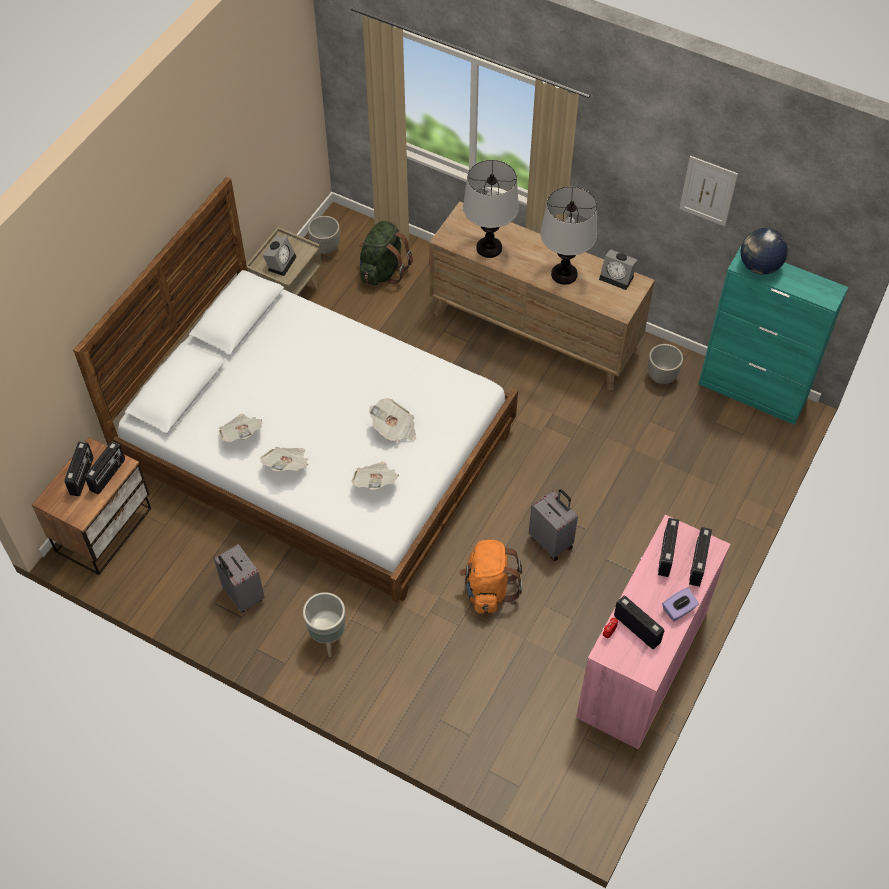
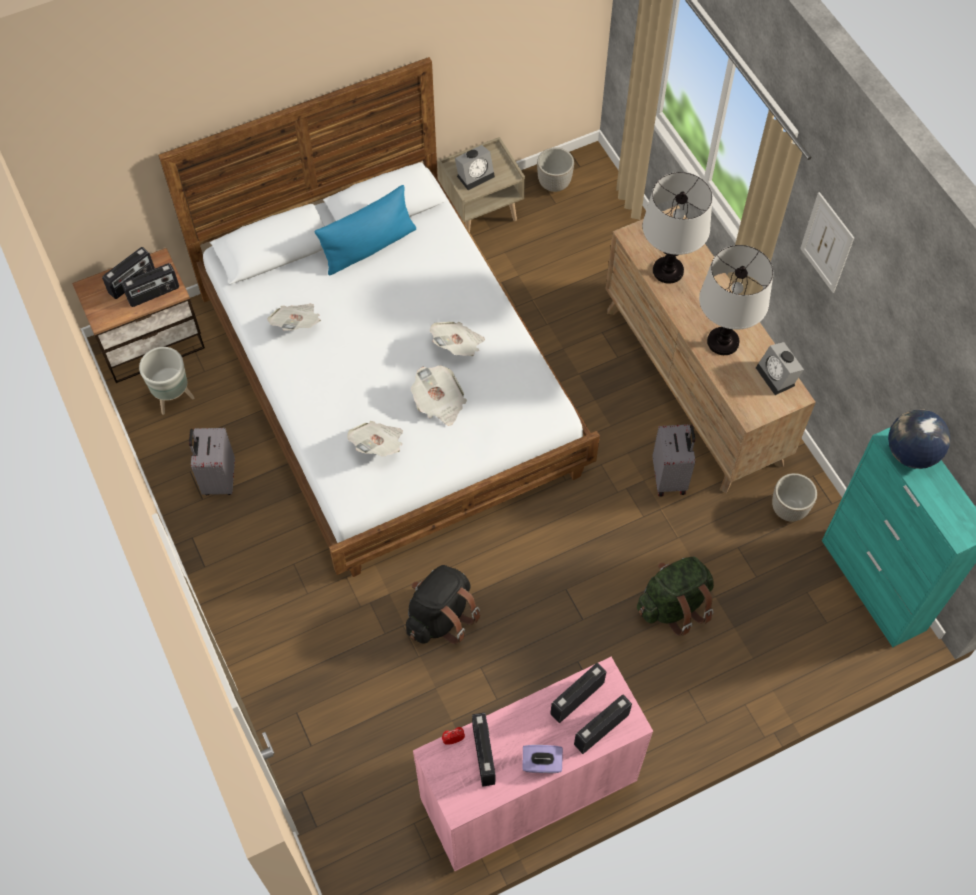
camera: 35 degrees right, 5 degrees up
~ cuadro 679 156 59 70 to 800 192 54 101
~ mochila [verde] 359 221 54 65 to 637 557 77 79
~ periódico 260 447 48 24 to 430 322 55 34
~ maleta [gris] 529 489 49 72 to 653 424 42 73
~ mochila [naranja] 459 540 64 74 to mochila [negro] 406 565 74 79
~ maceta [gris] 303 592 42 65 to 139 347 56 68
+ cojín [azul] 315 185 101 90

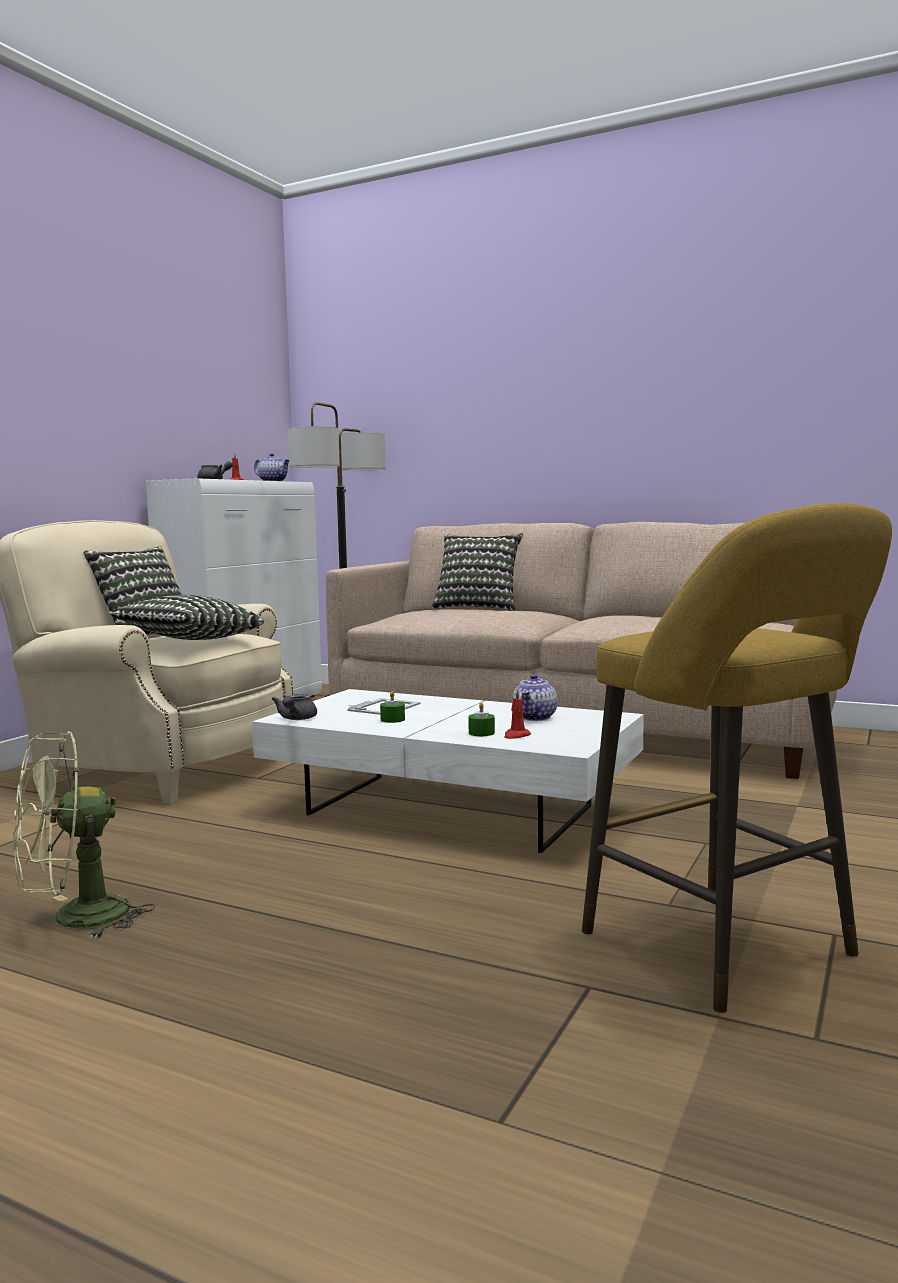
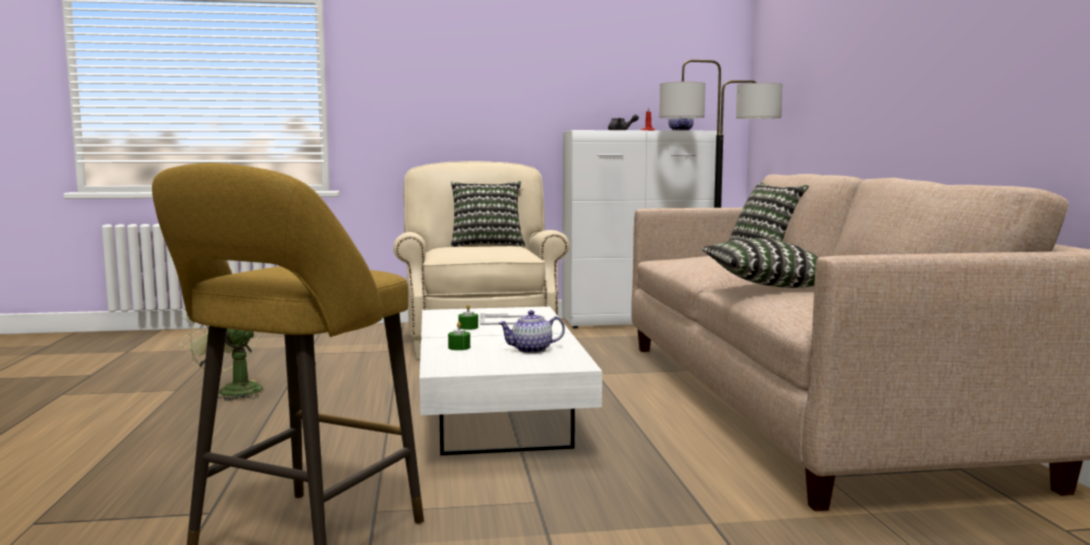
camera: 55 degrees right, 0 degrees up
~ cojín 109 595 155 45 to 702 238 117 50
- vela [rojo] 504 689 27 50
- tetera [gris] 272 694 45 26

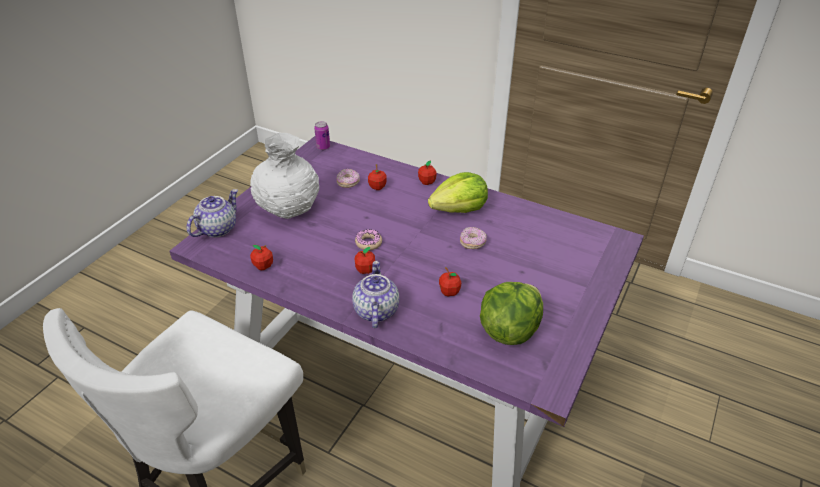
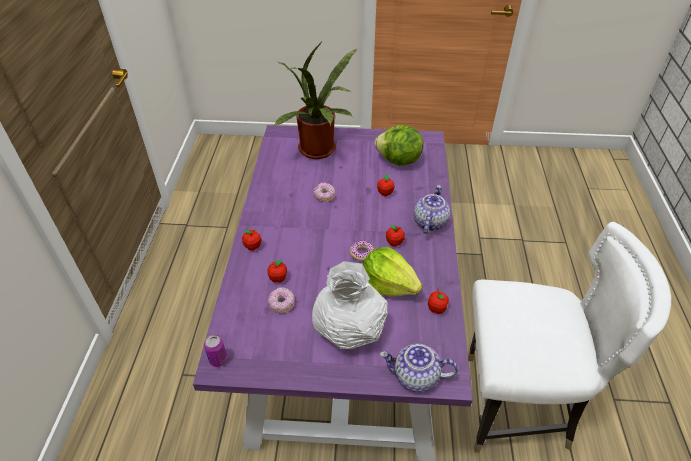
camera: 115 degrees left, 5 degrees up
~ lechuga 428 172 60 41 to 363 247 60 49
~ tetera 352 261 47 67 = 414 185 36 49 135 degrees clockwise
+ planta en maceta 273 43 84 116

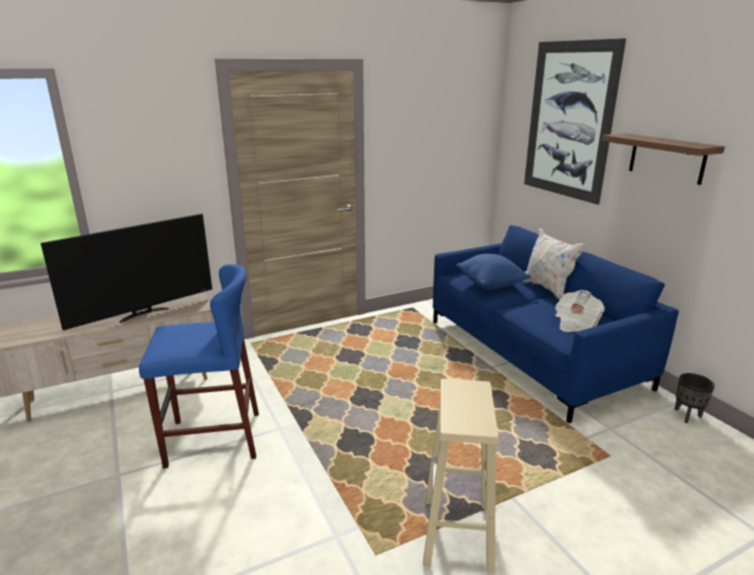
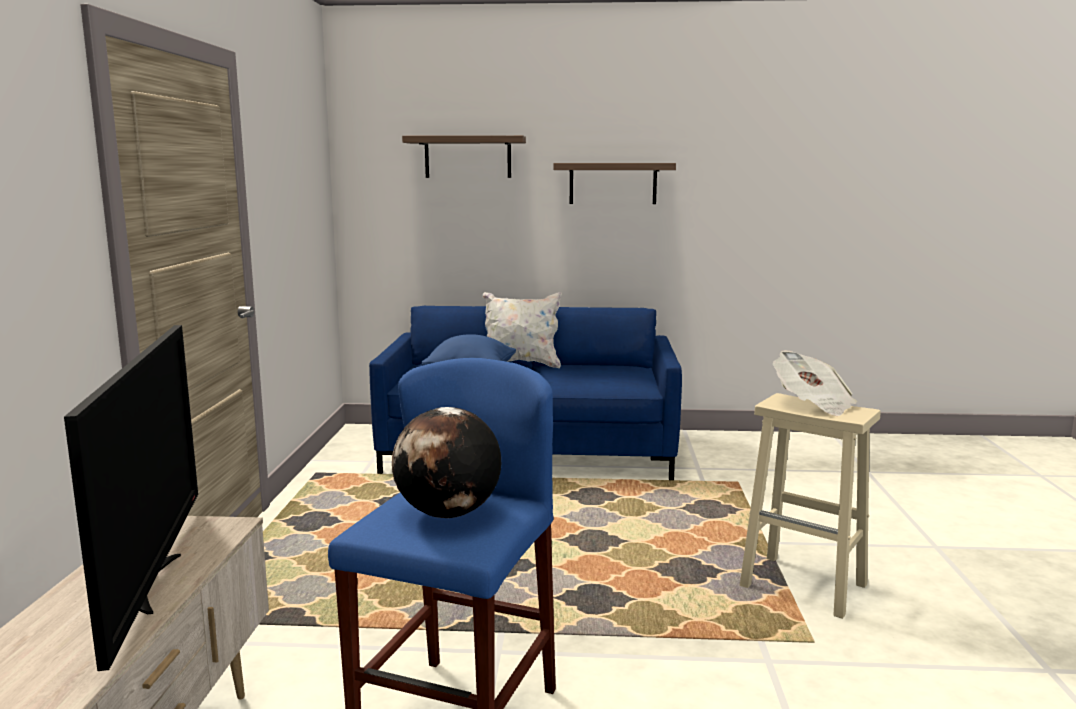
camera: 60 degrees left, 10 degrees down
~ cuadro 524 38 102 167 to estante 402 135 124 43
~ periódico 555 290 50 42 to 773 350 84 66
- maceta [negro] 674 373 41 50
+ globo terráqueo 392 407 109 111

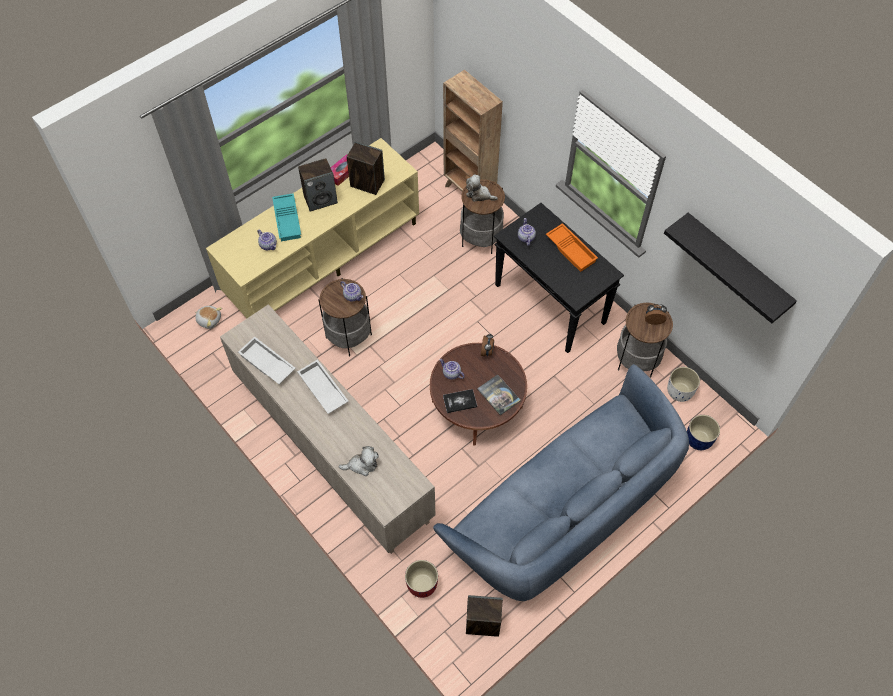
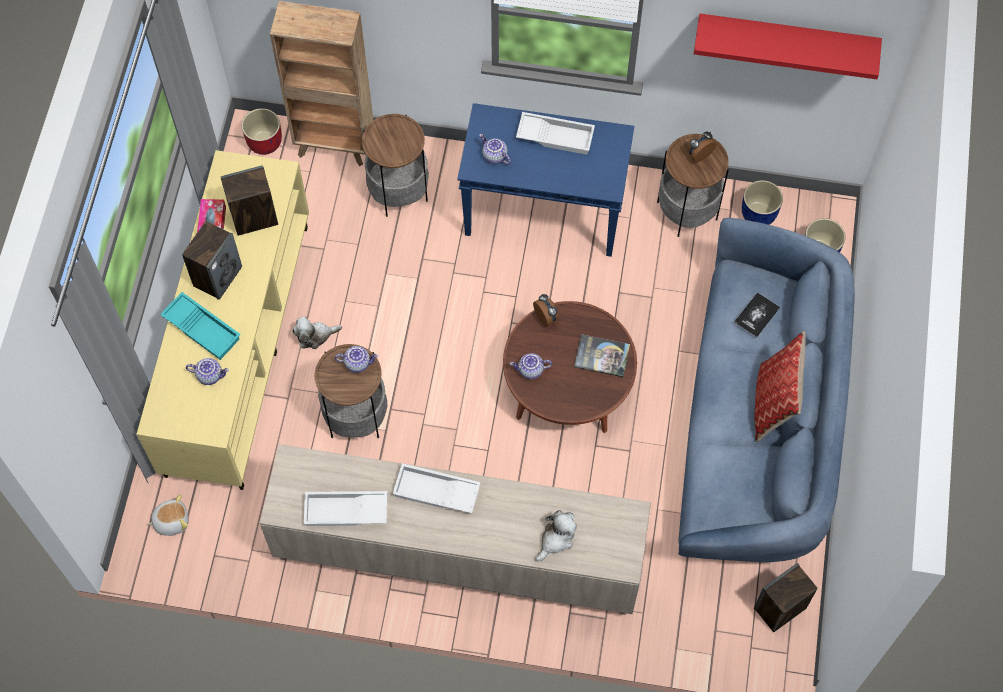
camera: 40 degrees left, 5 degrees up
~ peluche 466 174 32 28 to 292 316 50 33
~ mesa consola [negro] 494 203 130 150 to mesa consola [azul] 457 103 177 154
~ estante [negro] 664 213 133 110 to estante [rojo] 694 14 188 65
~ bandeja [naranja] 546 223 52 49 to bandeja [blanco] 516 112 79 43
~ maceta [blanco] 667 367 33 35 to maceta [azul] 742 180 41 45
~ libro 443 389 34 24 to 734 292 46 46
~ maceta [rojo] 405 560 33 38 to 242 108 40 47
+ cojín 755 331 50 111

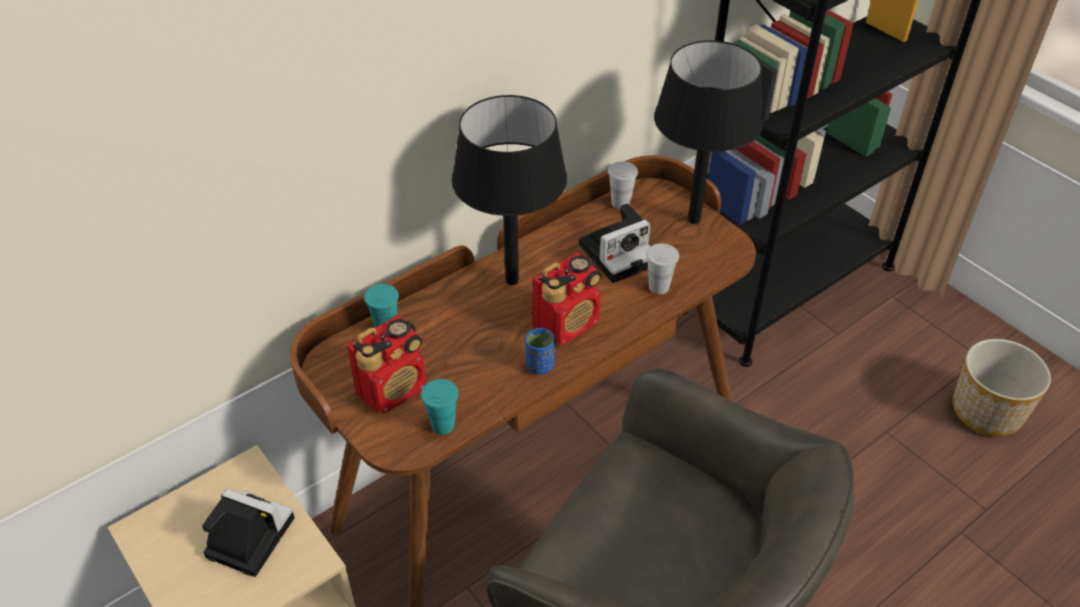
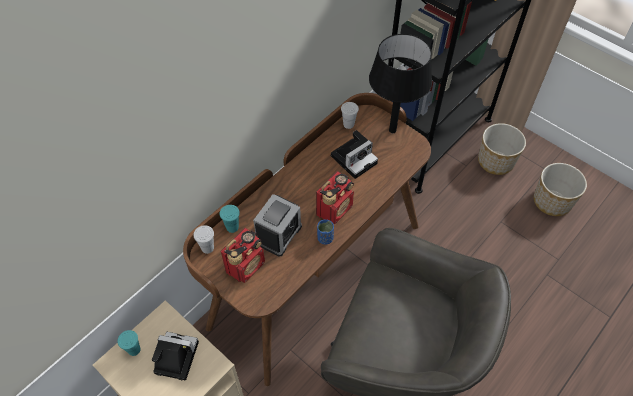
camera: 10 degrees left, 10 degrees up
- lámpara de mesa [negro] 452 95 115 190
~ taza [blanco] 646 243 33 51 to 194 225 20 29
~ taza [turquesa] 421 379 38 56 to 117 330 24 26
+ maceta 478 123 48 52
+ despertador 253 194 49 63

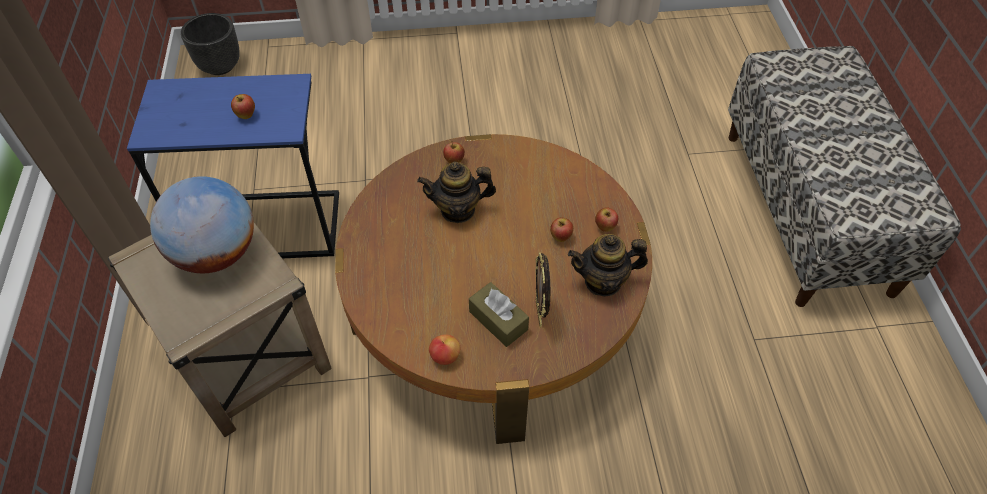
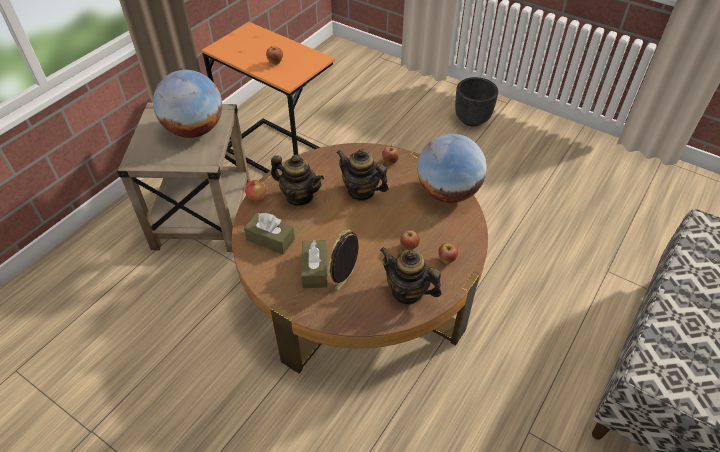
camera: 40 degrees right, 5 degrees down
~ maceta [negro] 181 13 59 62 to 455 77 43 49
~ mesa auxiliar [azul] 127 74 212 184 to mesa auxiliar [naranja] 202 22 133 151
~ manzana 429 334 31 31 to 245 180 22 21
+ globo terráqueo 417 134 70 69
+ tetera 271 155 53 51
+ caja de pañuelos [marrón] 244 213 51 41

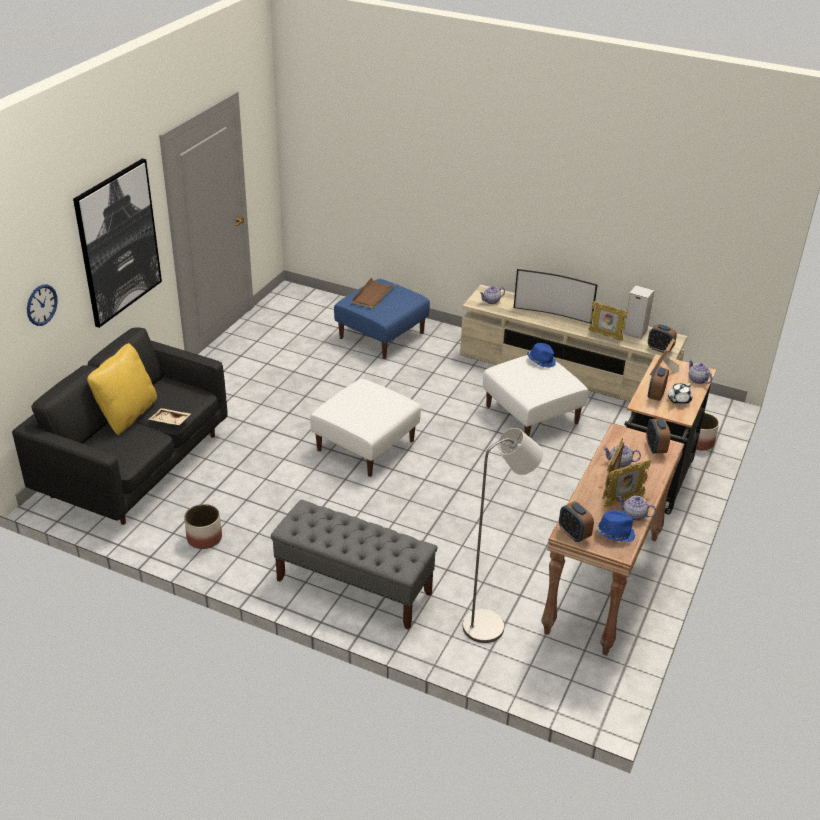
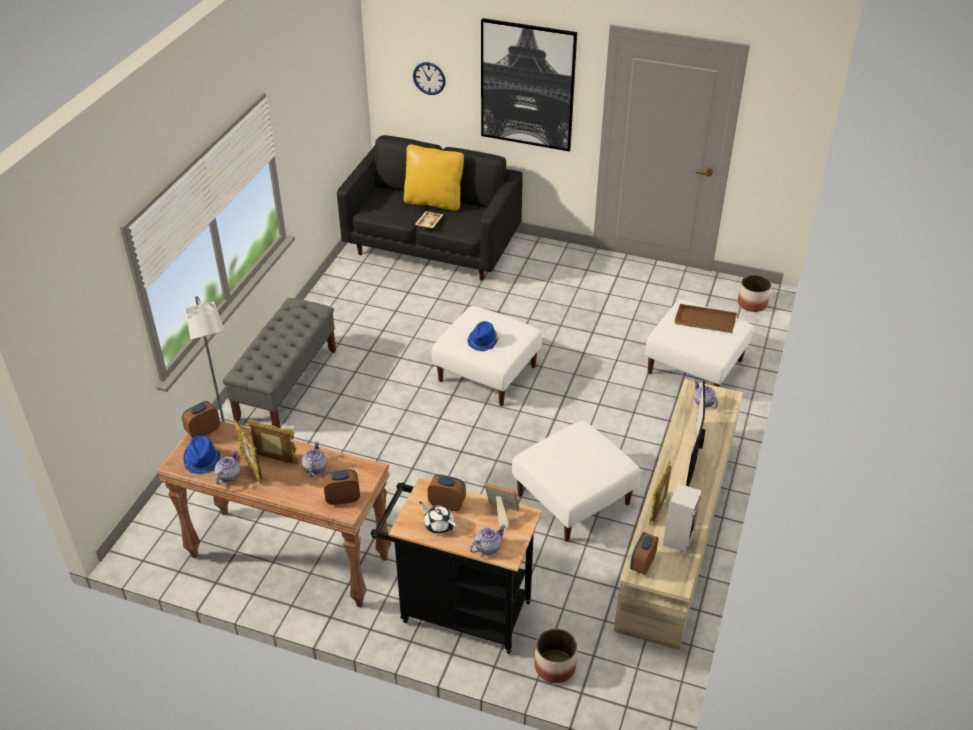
camera: 85 degrees right, 5 degrees up
~ puf [azul] 334 279 96 80 to puf [blanco] 645 299 108 88
~ sombrero [azul] 527 343 29 25 to 467 321 32 30
~ maceta 184 504 38 45 to 738 275 33 37

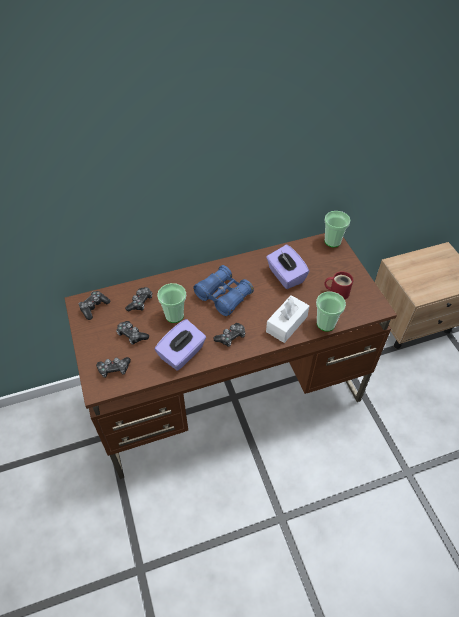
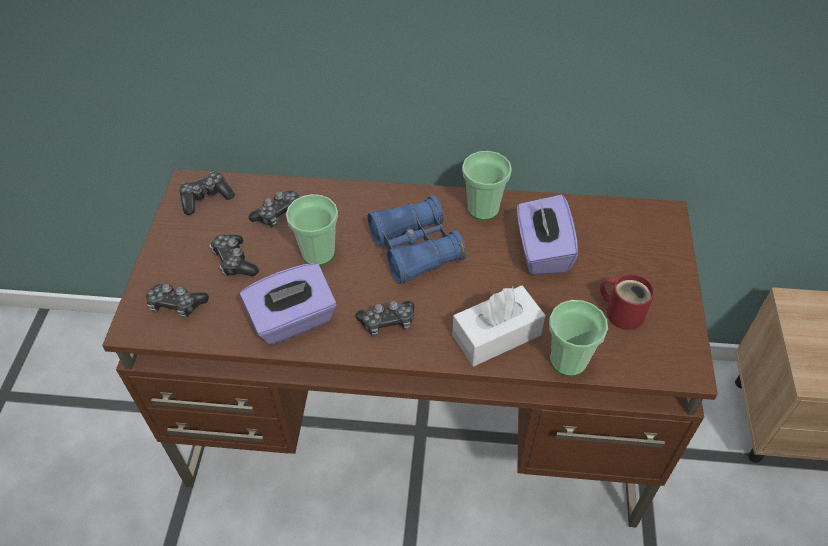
camera: 25 degrees right, 0 degrees up
~ taza 324 211 26 36 to 462 151 50 69

